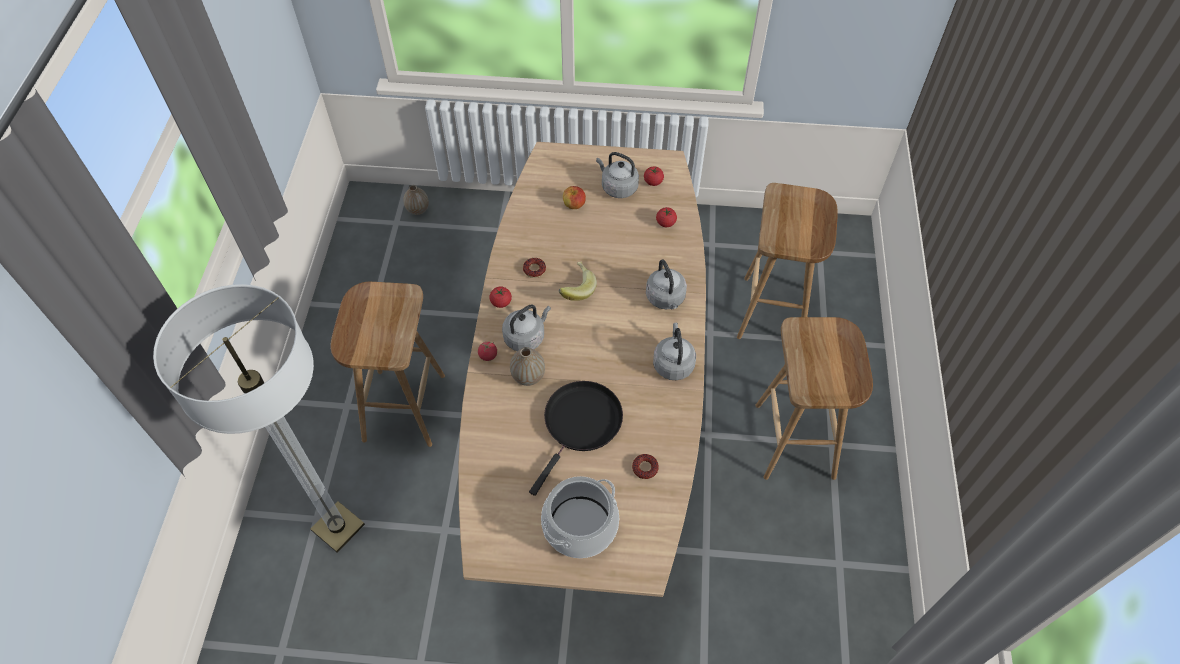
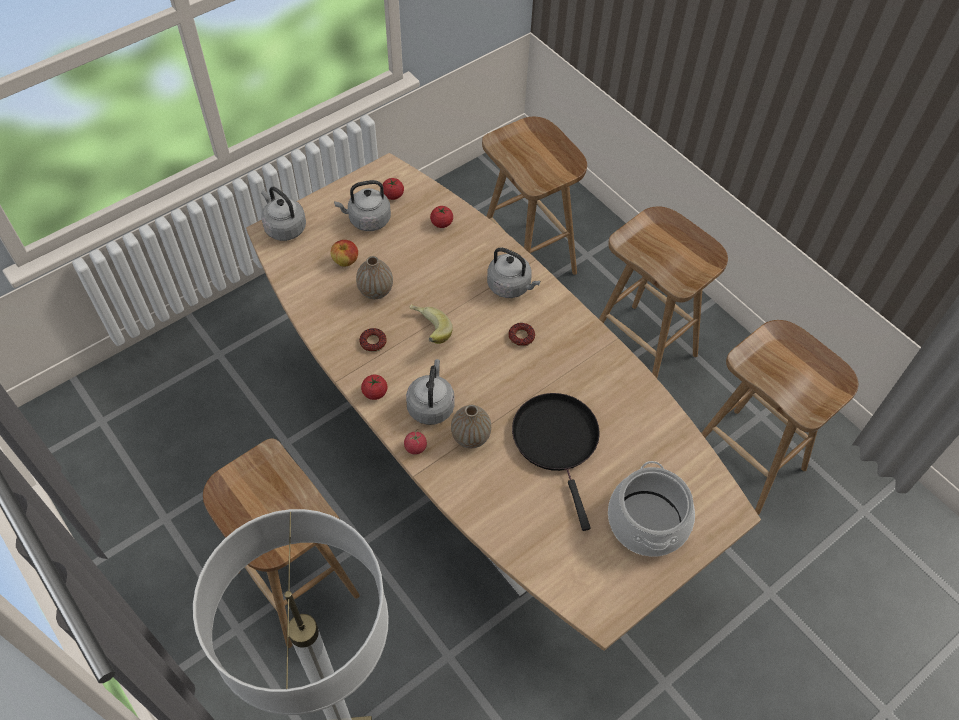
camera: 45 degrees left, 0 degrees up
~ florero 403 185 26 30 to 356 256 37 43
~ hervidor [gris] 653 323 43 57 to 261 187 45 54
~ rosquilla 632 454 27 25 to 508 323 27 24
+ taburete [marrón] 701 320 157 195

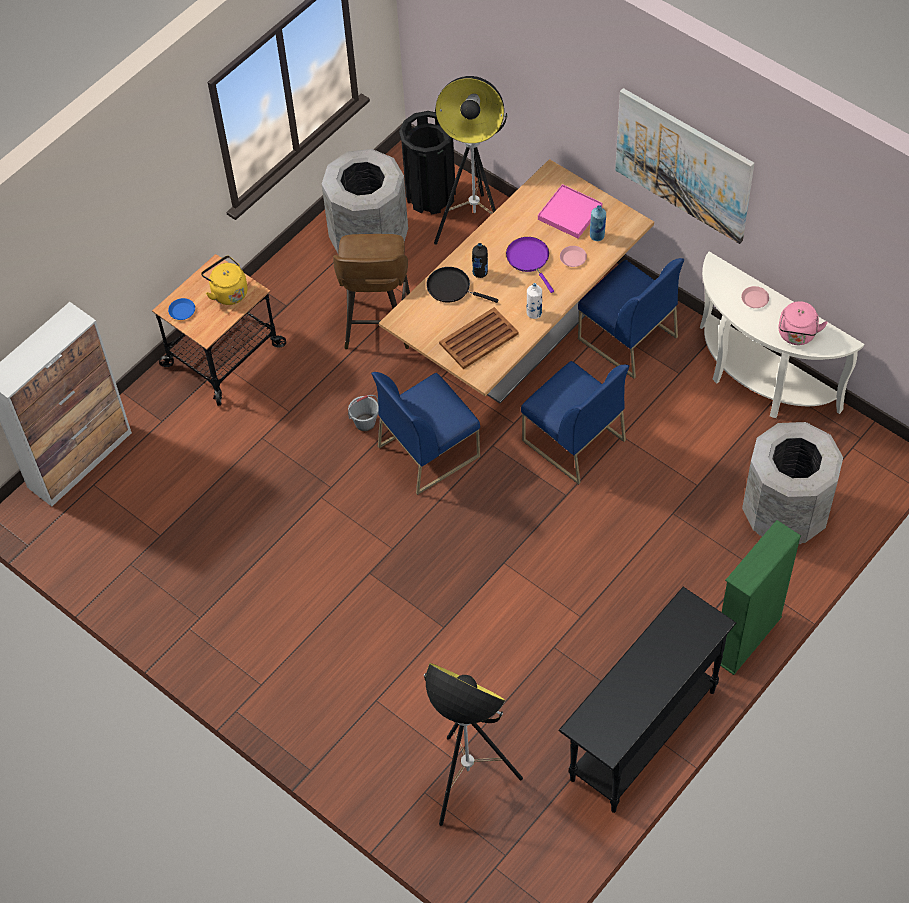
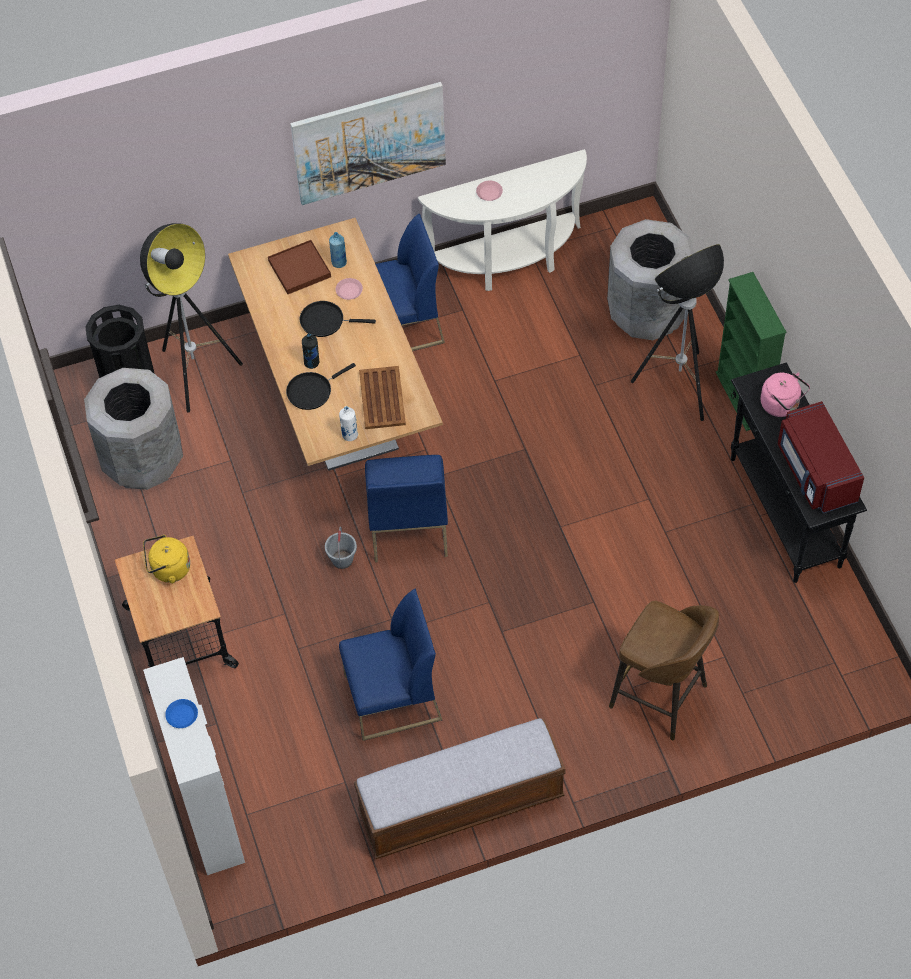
camera: 60 degrees left, 0 degrees up
~ bandeja [rosa] 538 184 64 54 to bandeja [marrón] 268 240 63 54
~ taburete [marrón] 333 234 77 115 to 609 601 110 139
~ sartén [morado] 506 237 48 56 to sartén [negro] 300 301 76 36
~ botella [blanco] 527 283 15 36 to 339 406 19 35
~ plato [azul] 168 298 27 22 to 165 699 33 29
~ hervidor [rosa] 778 301 50 44 to 761 372 49 45
~ silla [azul] 521 361 108 123 to 339 589 103 152
~ lámpara de pie 424 663 99 163 to 631 244 93 177
+ microondas [rojo] 778 401 86 112
+ banco 354 718 212 141

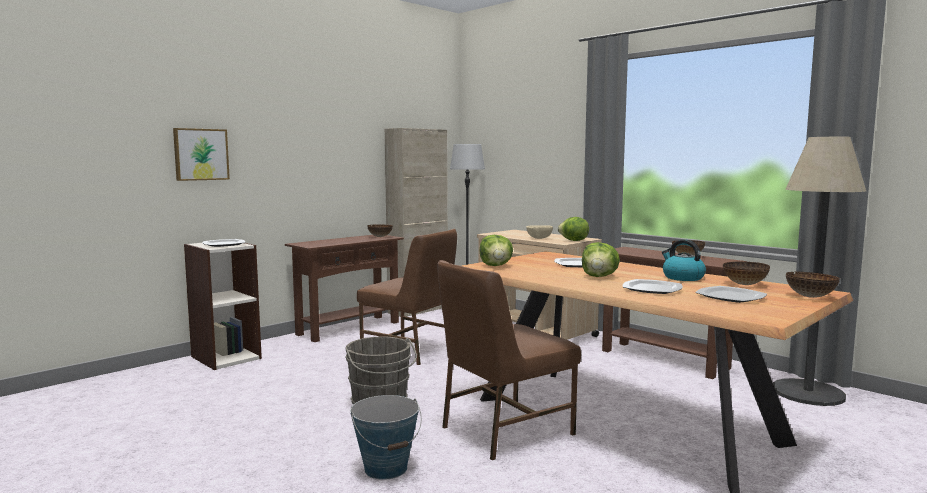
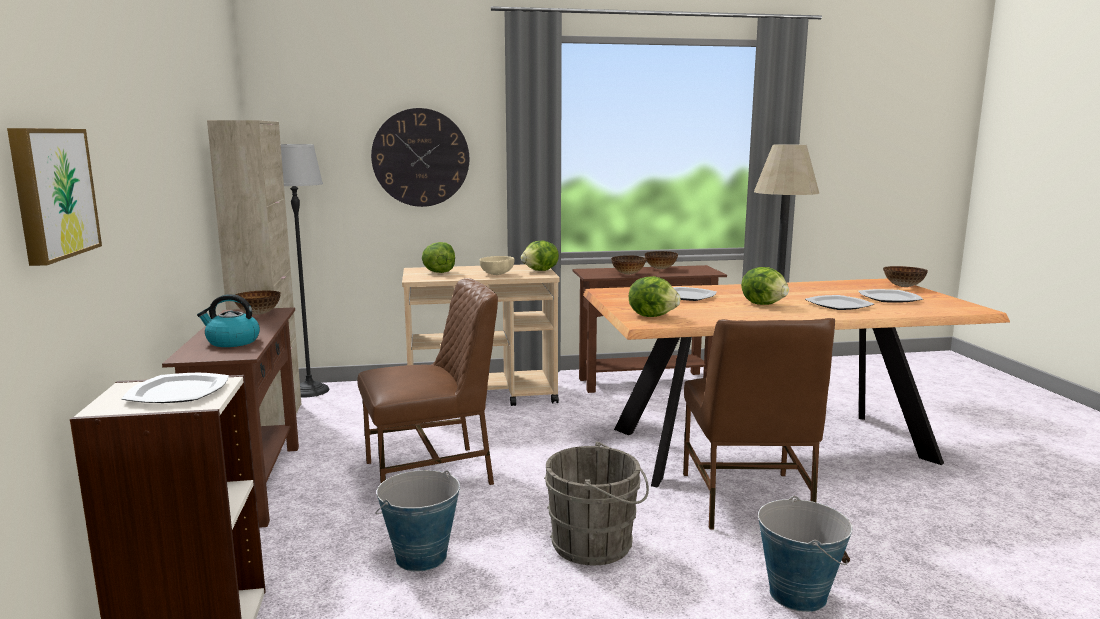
camera: 55 degrees left, 5 degrees up
~ hervidor 662 239 44 42 to 197 294 63 53
~ cuenco 723 261 47 24 to 611 255 35 20
+ reloj de pared 371 108 98 99
+ lechuga 422 242 33 31
+ cubo 375 470 85 102

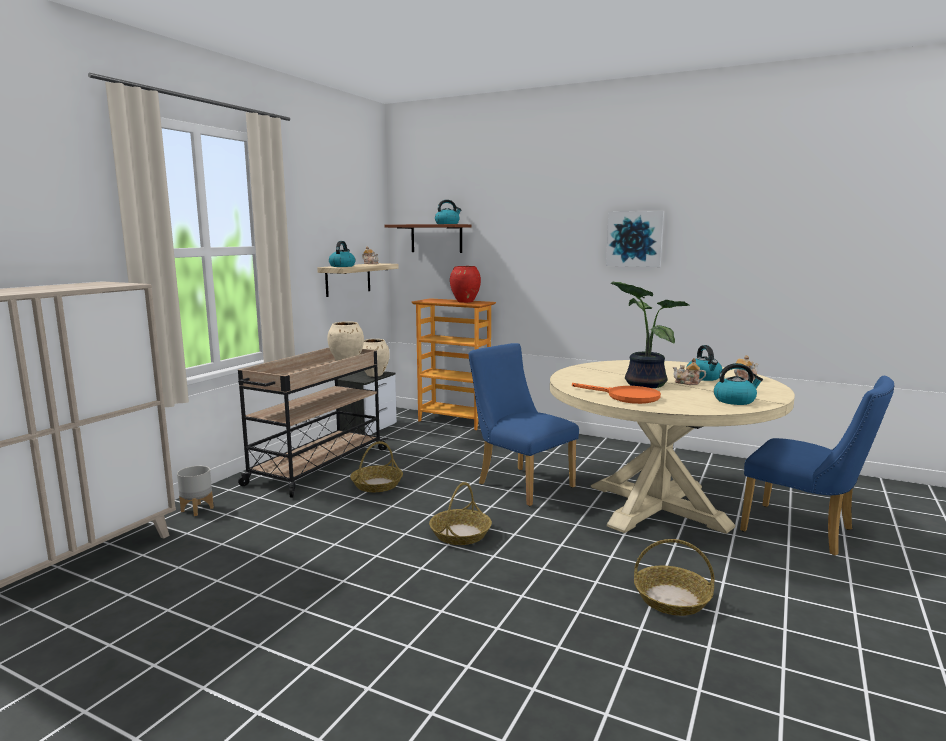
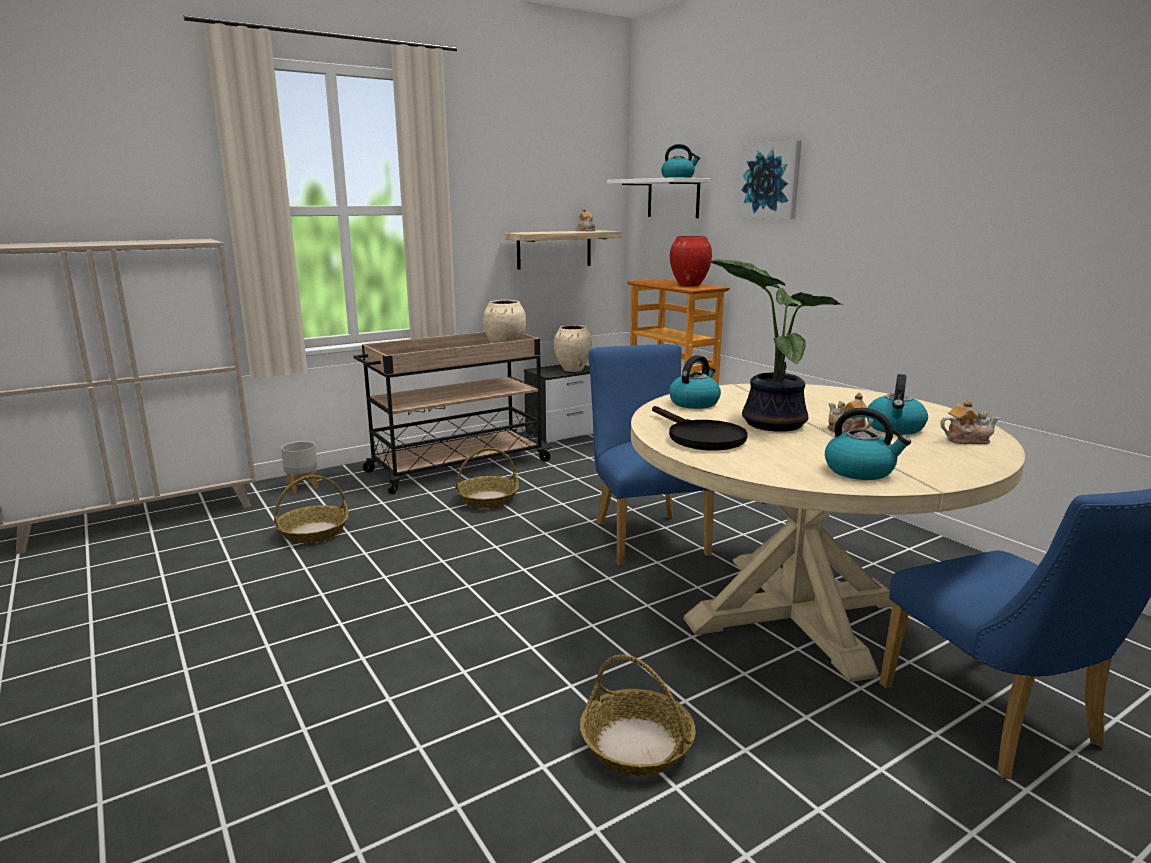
camera: 30 degrees right, 5 degrees up
~ cuadro 606 211 58 56 to 737 140 65 79
~ estante [marrón] 385 224 86 29 to estante [blanco] 607 177 103 41
~ hervidor 329 241 26 26 to 669 355 52 54
~ sartén [naranja] 572 383 89 21 to sartén [negro] 652 406 96 45
~ cesta 429 482 63 63 to 274 475 75 68

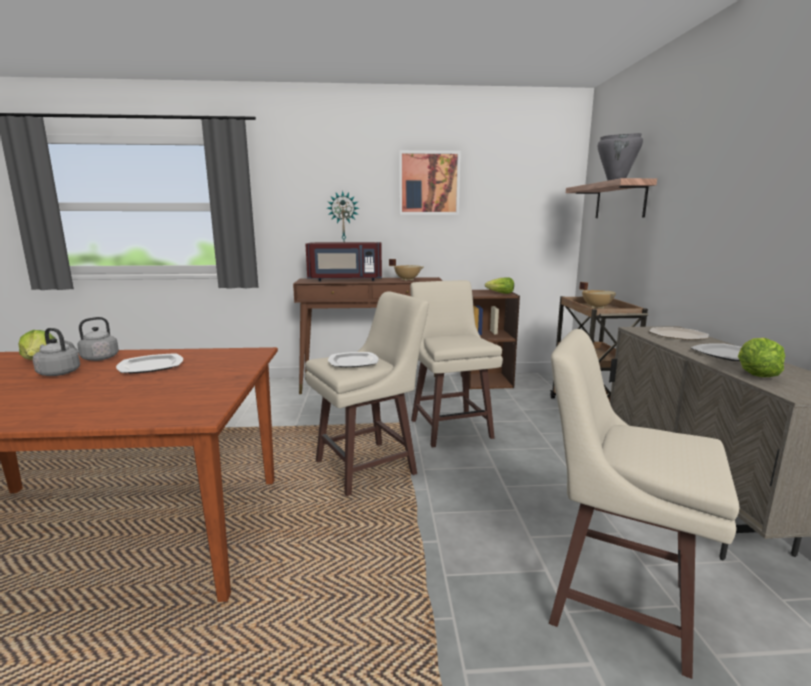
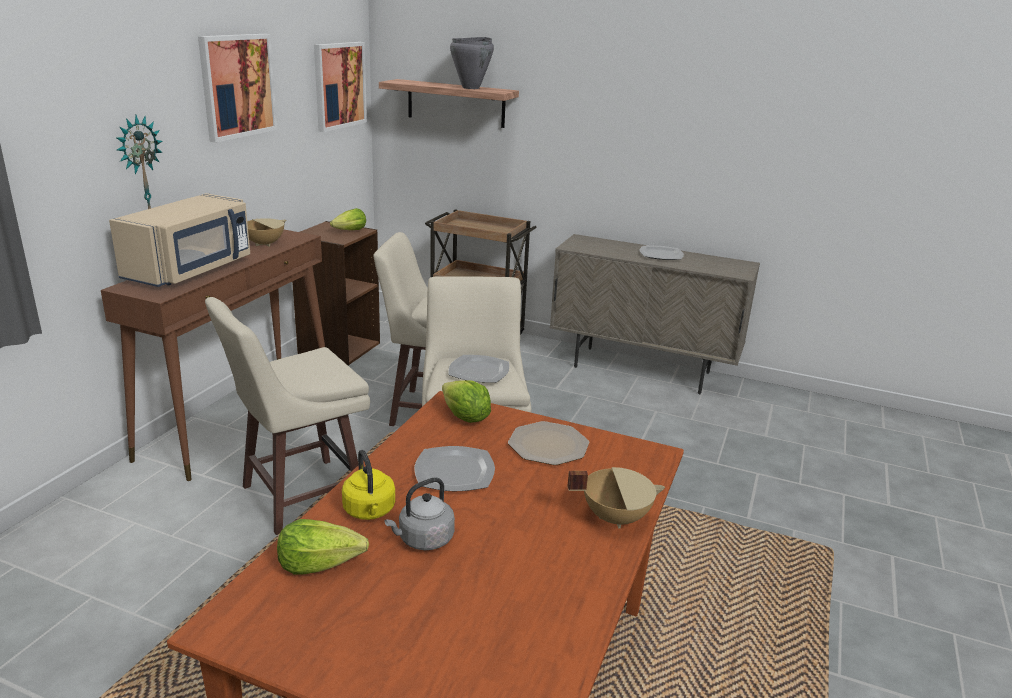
camera: 65 degrees left, 10 degrees up
~ microondas [rojo] 305 242 77 39 to microondas [beis] 109 193 141 94
~ olla [beis] 579 282 37 27 to 567 467 98 61
~ hervidor [gris] 64 317 55 44 to hervidor [amarillo] 342 450 53 70
~ plato 649 327 60 13 to 508 421 81 44
~ taburete [beis] 549 329 190 350 to 205 297 165 238
~ lechuga 738 338 47 39 to 442 380 49 43
+ cuadro 314 42 53 90

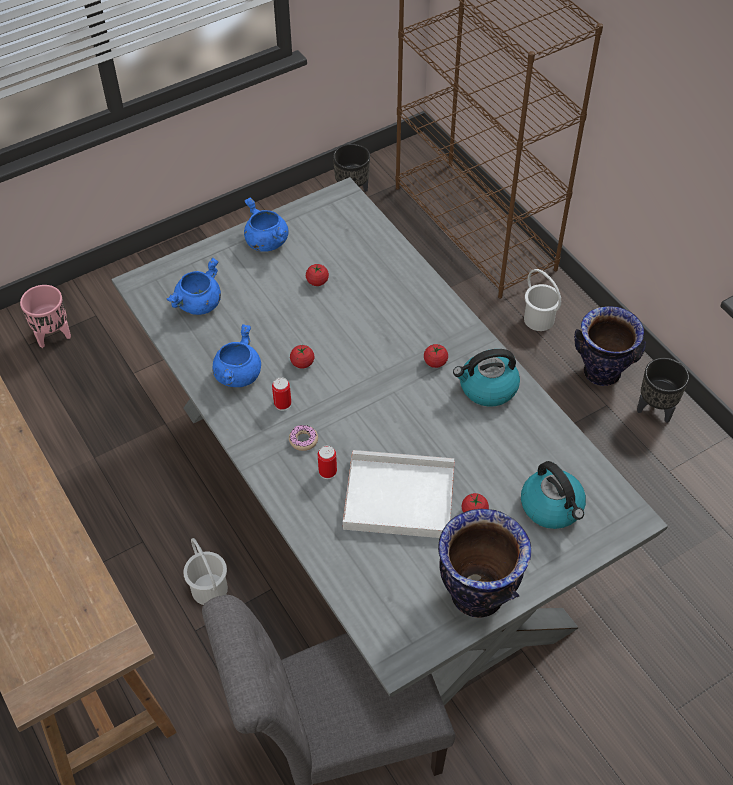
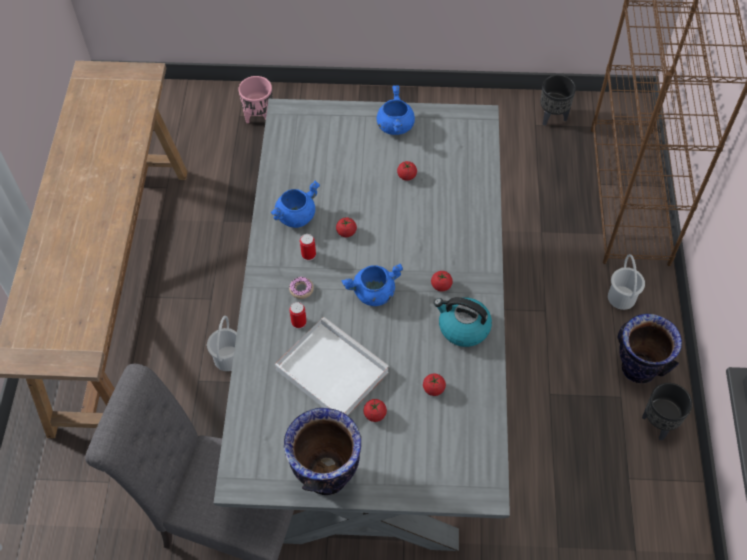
camera: 35 degrees right, 5 degrees up
~ olla [azul] 167 258 54 57 to 342 263 61 43
- hervidor 521 461 65 68
+ tomate 423 374 23 22

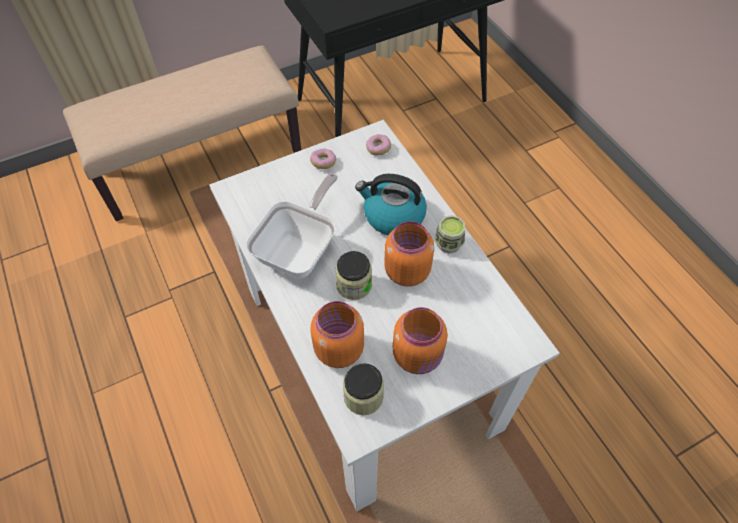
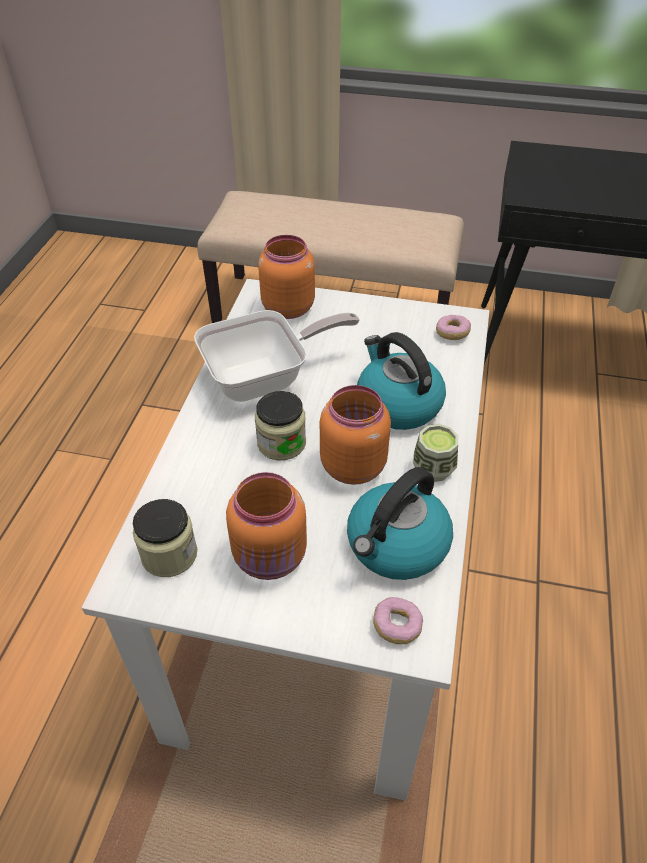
camera: 40 degrees right, 10 degrees down
~ rosquilla 310 148 26 21 to 373 597 50 47
~ tarro [naranja] 311 301 53 67 to 258 235 57 84
+ hervidor 347 467 106 113

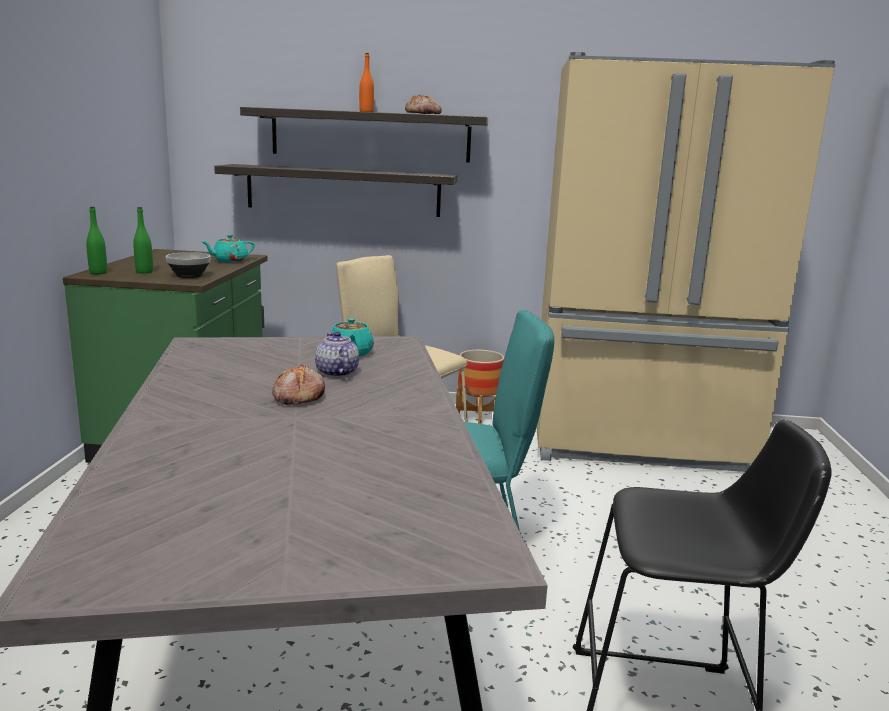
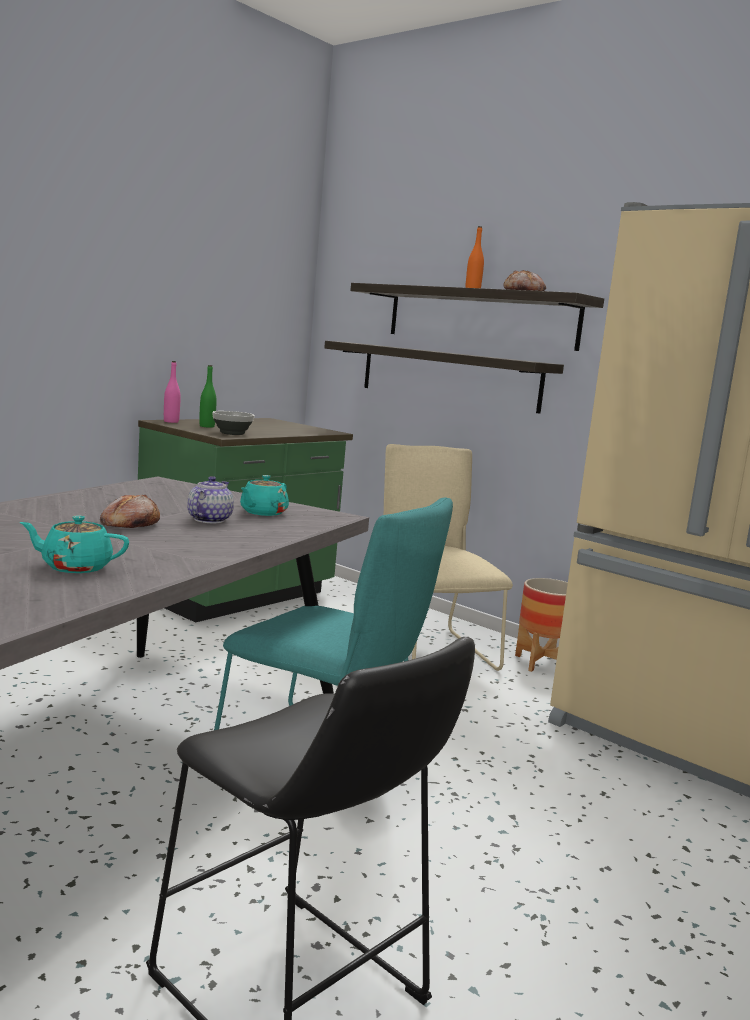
camera: 35 degrees right, 5 degrees down
~ botella [verde] 86 207 21 67 to botella [rosa] 164 361 17 62
~ tetera [turquesa] 203 235 52 28 to 20 516 109 57

